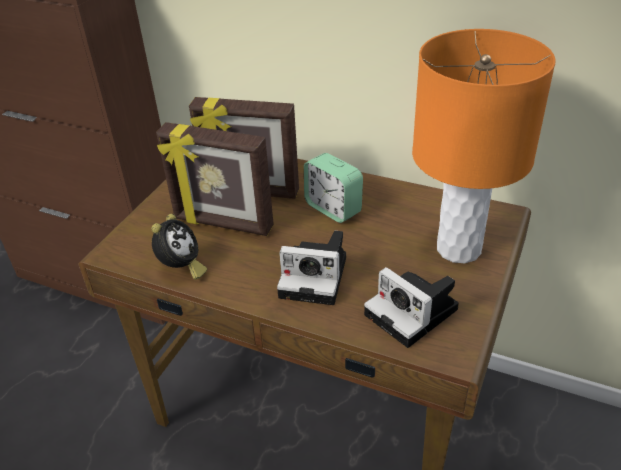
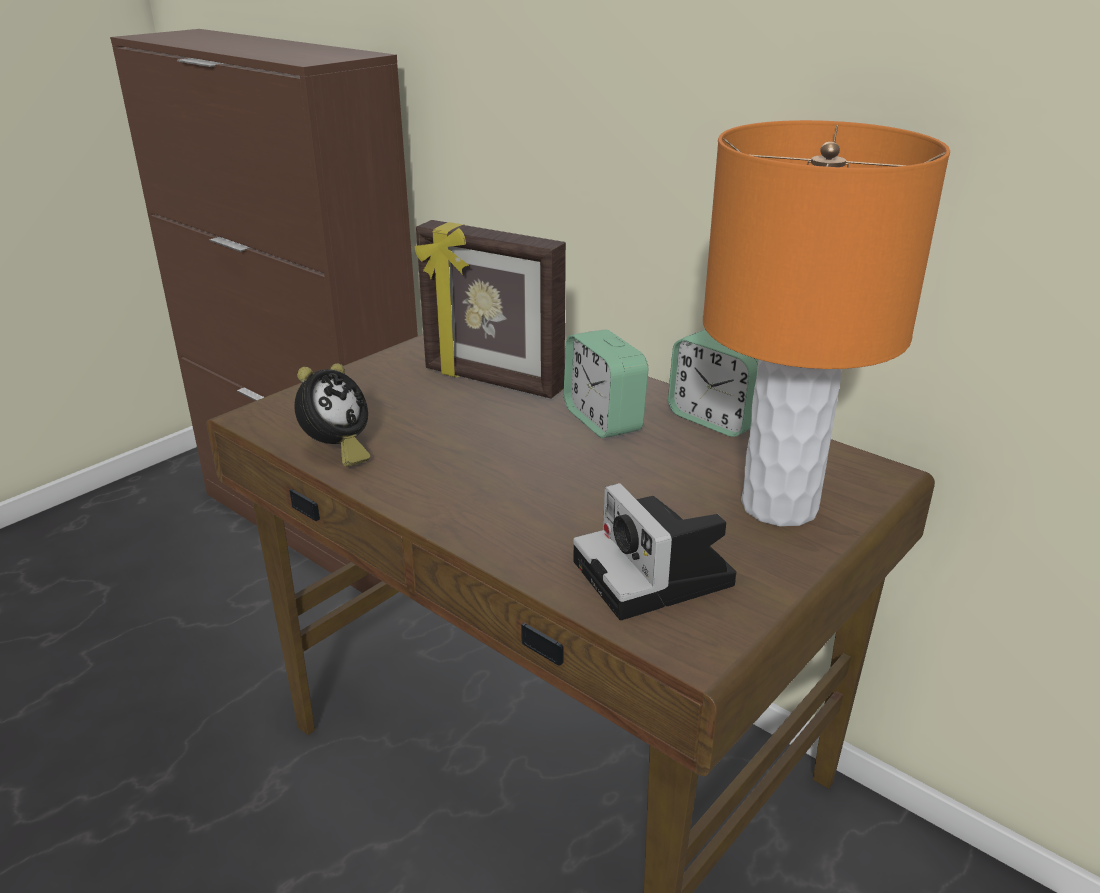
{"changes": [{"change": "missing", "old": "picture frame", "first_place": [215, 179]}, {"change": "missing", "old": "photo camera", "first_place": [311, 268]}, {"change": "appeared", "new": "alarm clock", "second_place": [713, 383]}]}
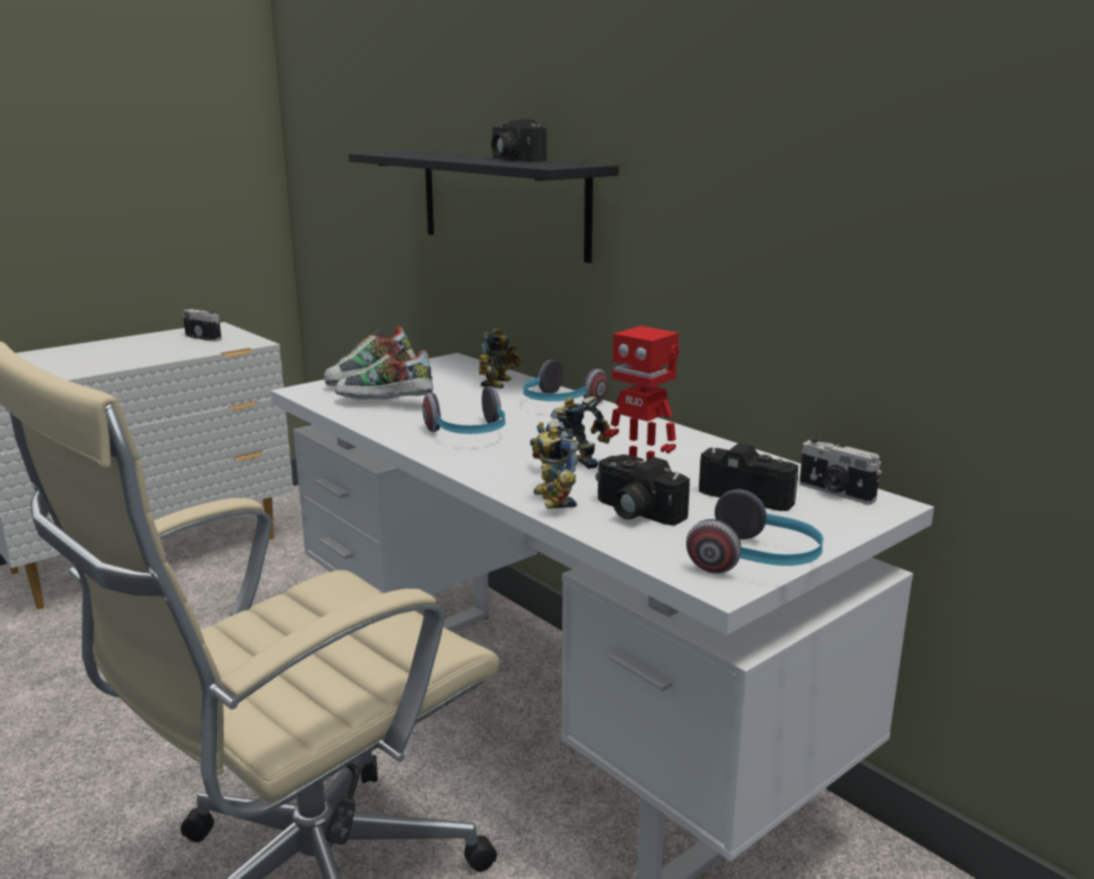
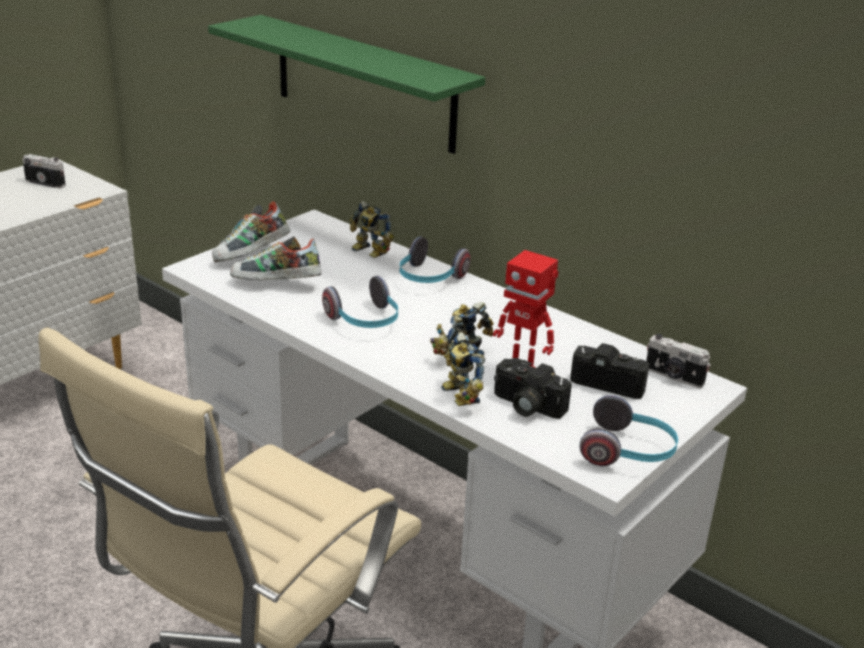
{"changes": [{"change": "missing", "old": "photo camera", "first_place": [518, 140]}, {"change": "colour", "old": "black shelf", "new": "green shelf", "first_place": [484, 207], "second_place": [346, 84]}, {"change": "spun", "old": "toy robot", "first_place": [500, 358], "second_place": [372, 229], "degrees": 120}]}
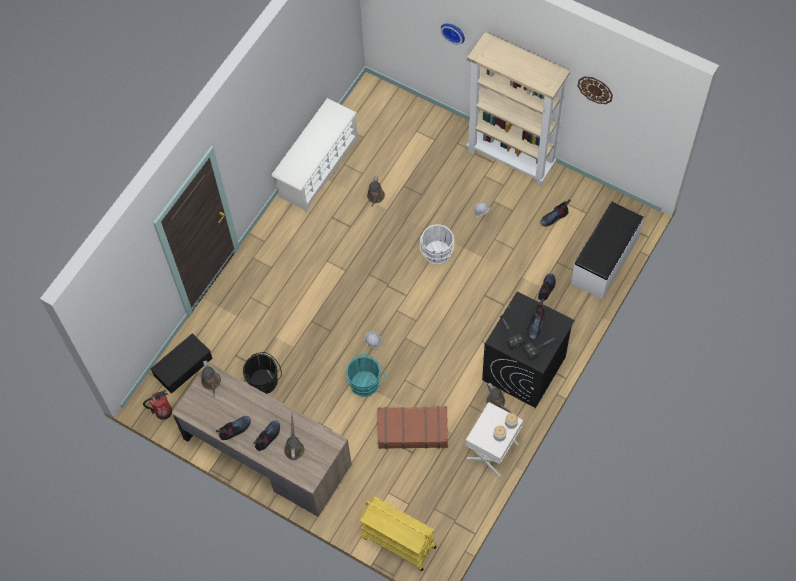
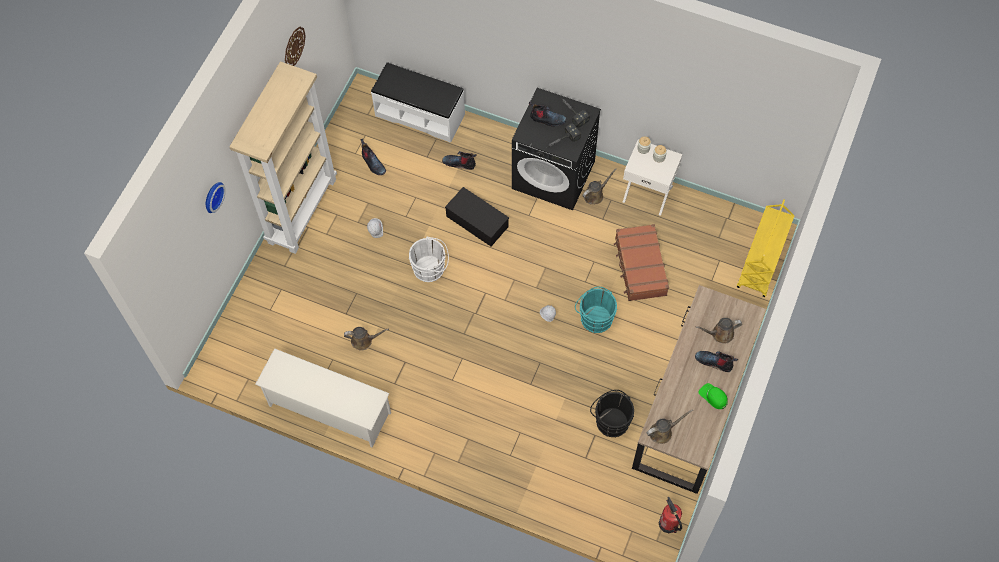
{"changes": [{"change": "relocated", "old": "black storage box", "first_place": [181, 363], "second_place": [477, 216]}, {"change": "exchanged", "old": "boot", "new": "green cap", "first_place": [233, 428], "second_place": [713, 396]}]}
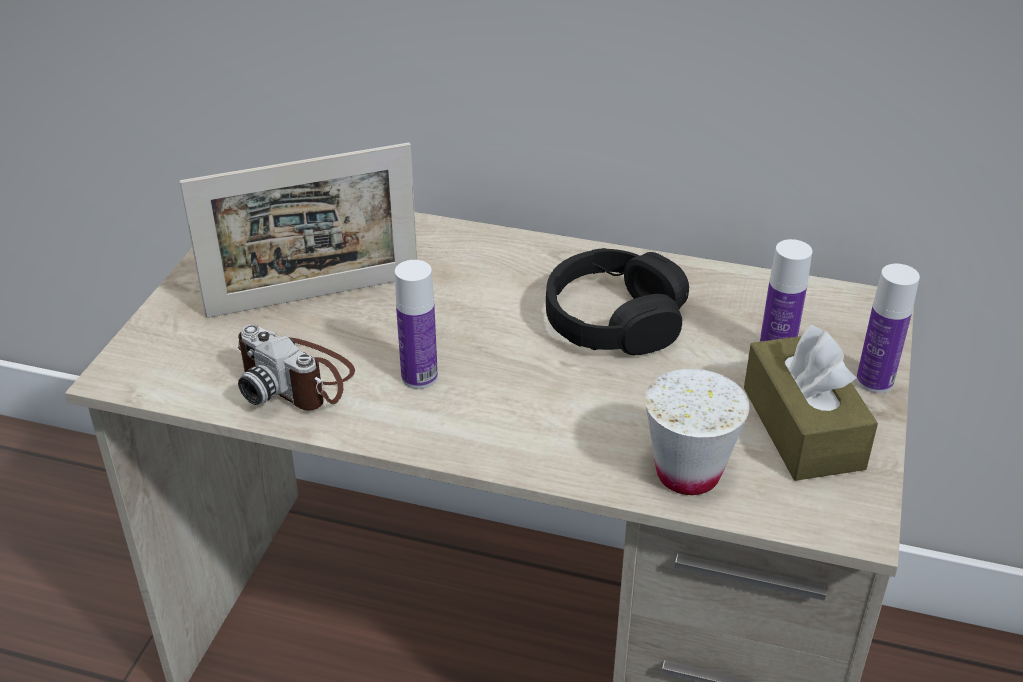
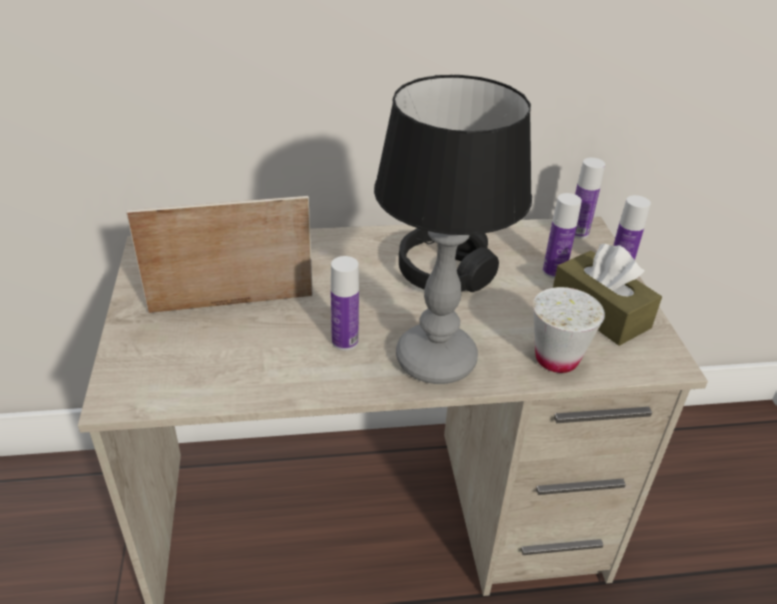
{"changes": [{"change": "missing", "old": "photo camera", "first_place": [296, 367]}, {"change": "appeared", "new": "table lamp", "second_place": [453, 229]}, {"change": "appeared", "new": "bottle", "second_place": [589, 198]}, {"change": "spun", "old": "picture frame", "first_place": [298, 230], "second_place": [219, 254], "degrees": -150}]}
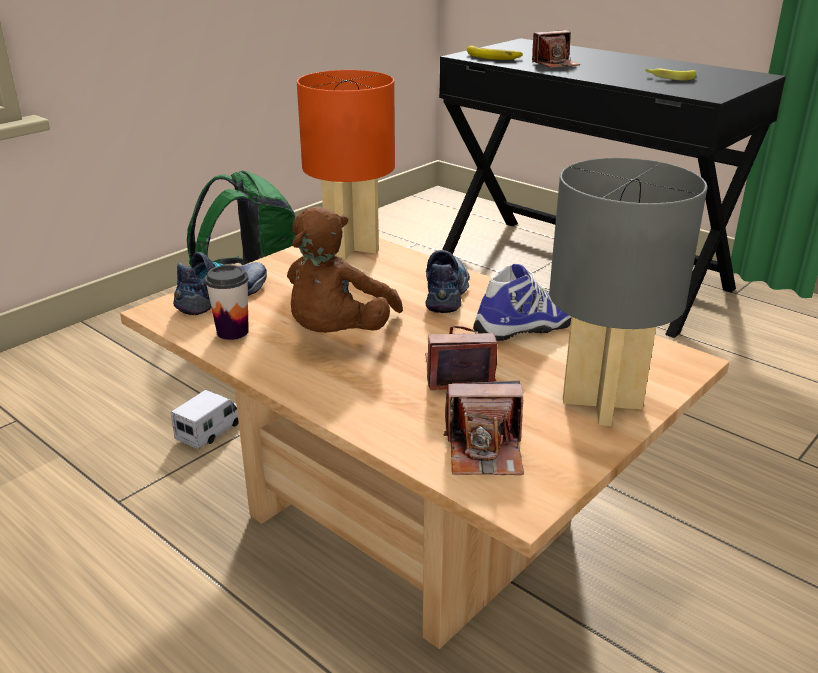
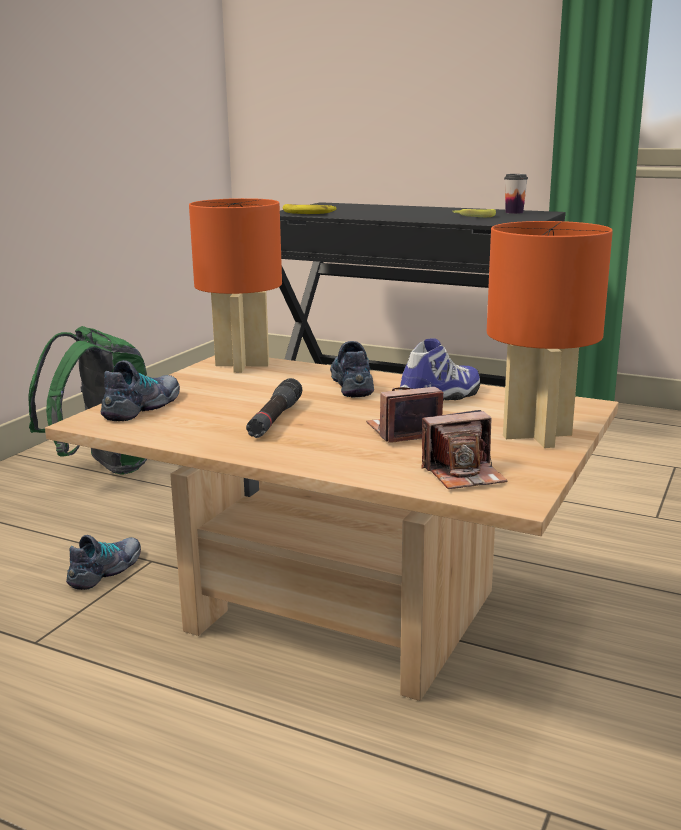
{"changes": [{"change": "missing", "old": "photo camera", "first_place": [556, 49]}, {"change": "relocated", "old": "cup", "first_place": [227, 302], "second_place": [516, 194]}, {"change": "exchanged", "old": "toy truck", "new": "shoe", "first_place": [205, 420], "second_place": [103, 562]}, {"change": "exchanged", "old": "brown plush toy", "new": "black flashlight", "first_place": [345, 269], "second_place": [274, 408]}, {"change": "colour", "old": "grey table lamp", "new": "orange table lamp", "first_place": [628, 292], "second_place": [550, 334]}]}
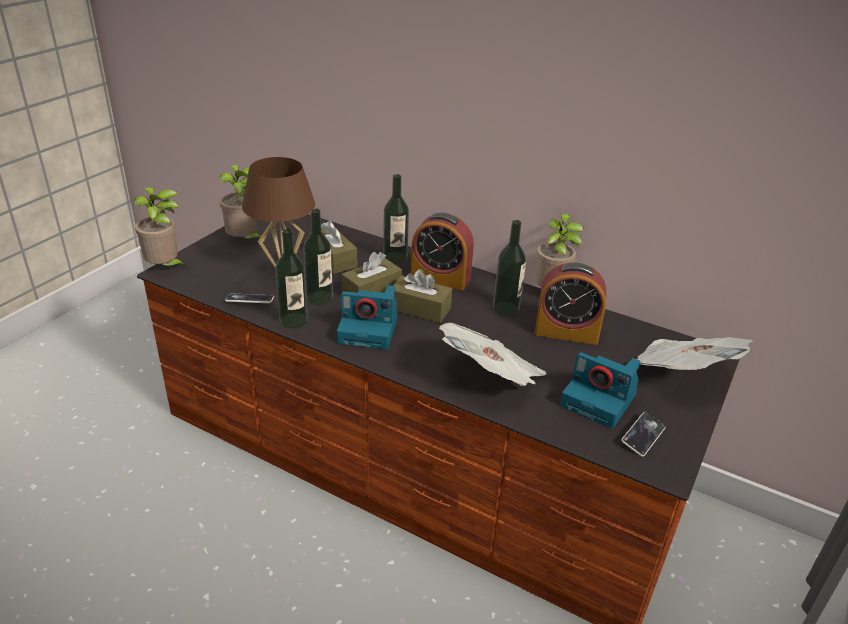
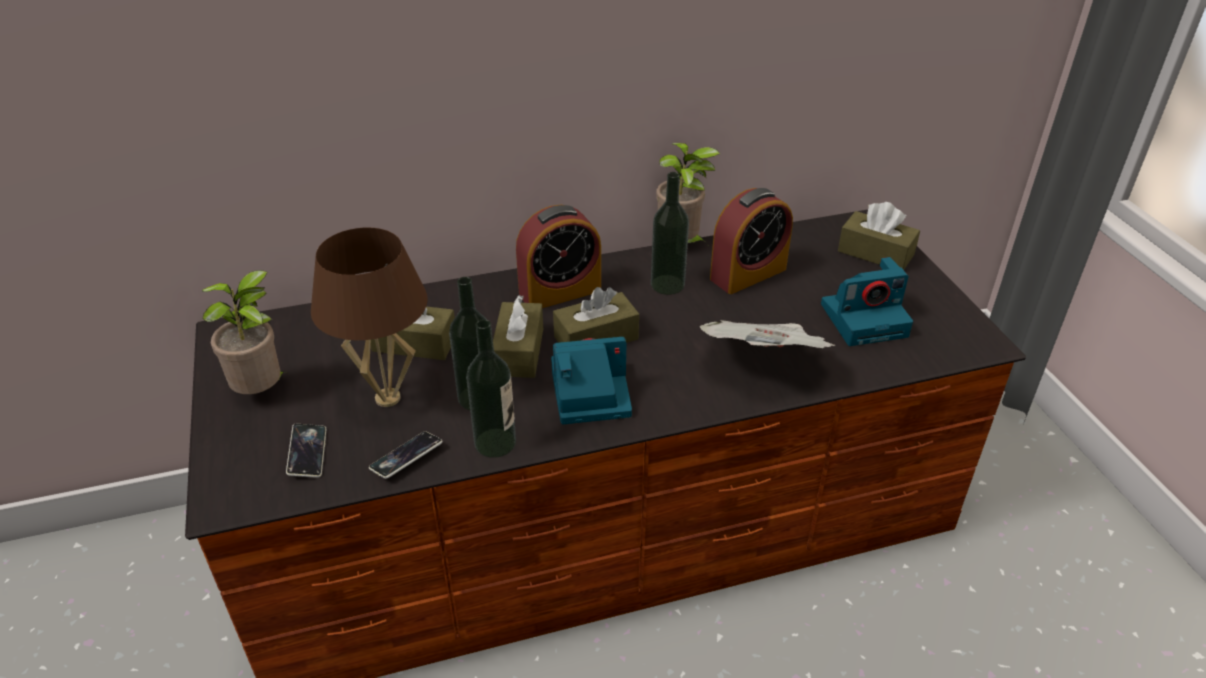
{"changes": [{"change": "missing", "old": "potted plant", "first_place": [160, 227]}, {"change": "missing", "old": "bottle", "first_place": [396, 219]}, {"change": "relocated", "old": "phone", "first_place": [643, 434], "second_place": [306, 451]}, {"change": "exchanged", "old": "newspaper", "new": "brown tissue box", "first_place": [695, 353], "second_place": [879, 236]}, {"change": "spun", "old": "photo camera", "first_place": [367, 317], "second_place": [591, 380], "degrees": -150}]}
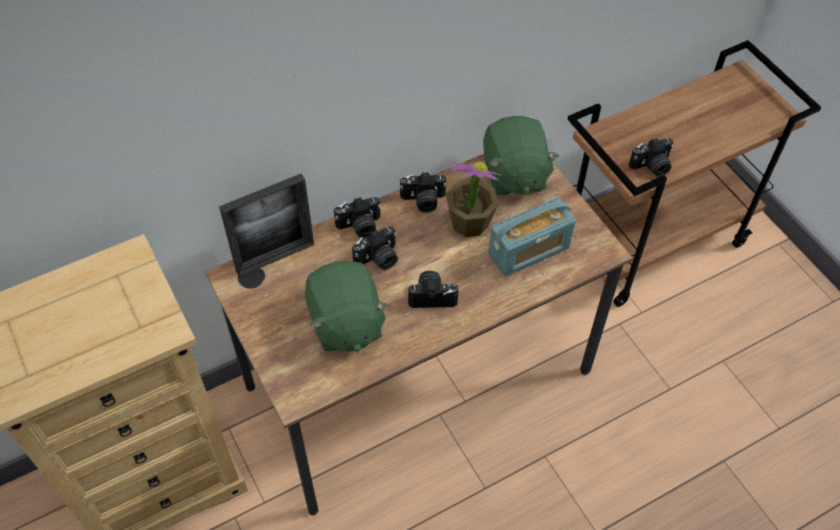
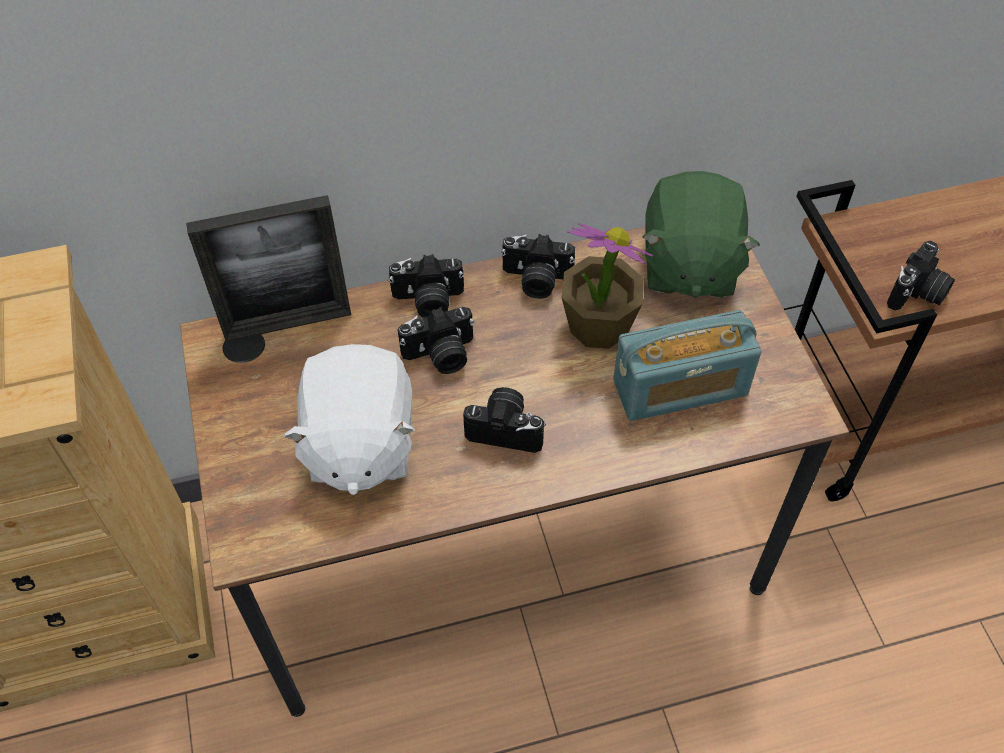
{"changes": [{"change": "colour", "old": "green plush toy", "new": "white plush toy", "first_place": [347, 306], "second_place": [349, 419]}, {"change": "spun", "old": "photo camera", "first_place": [651, 157], "second_place": [921, 276], "degrees": -45}]}
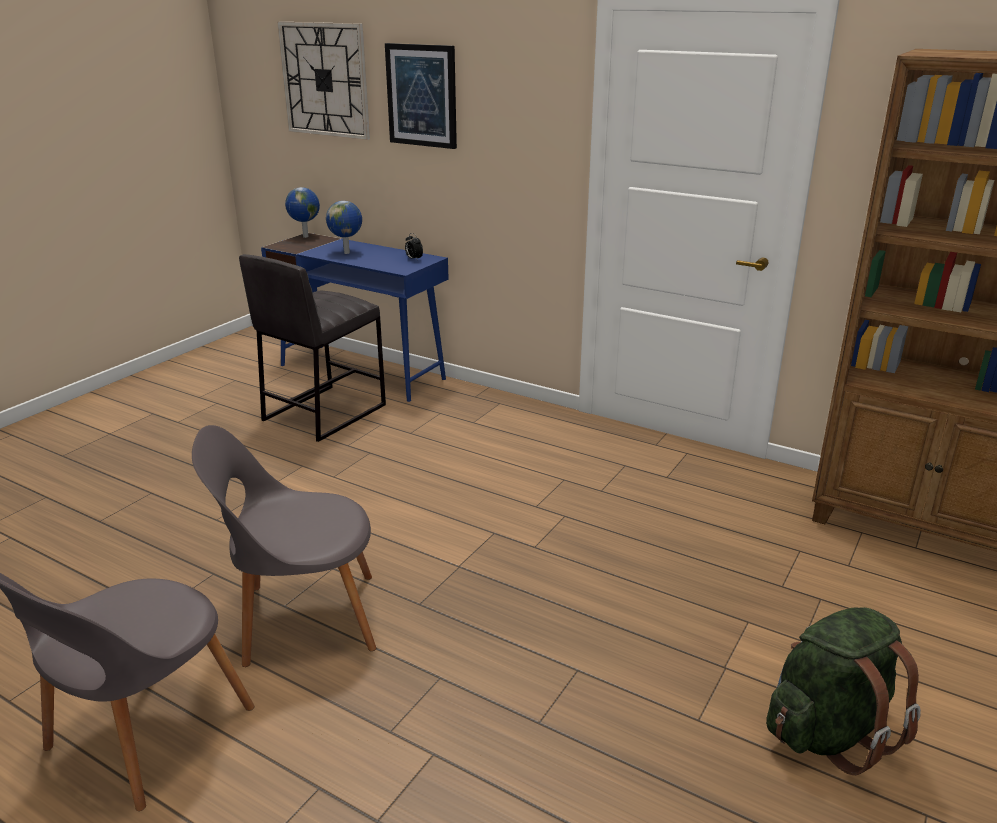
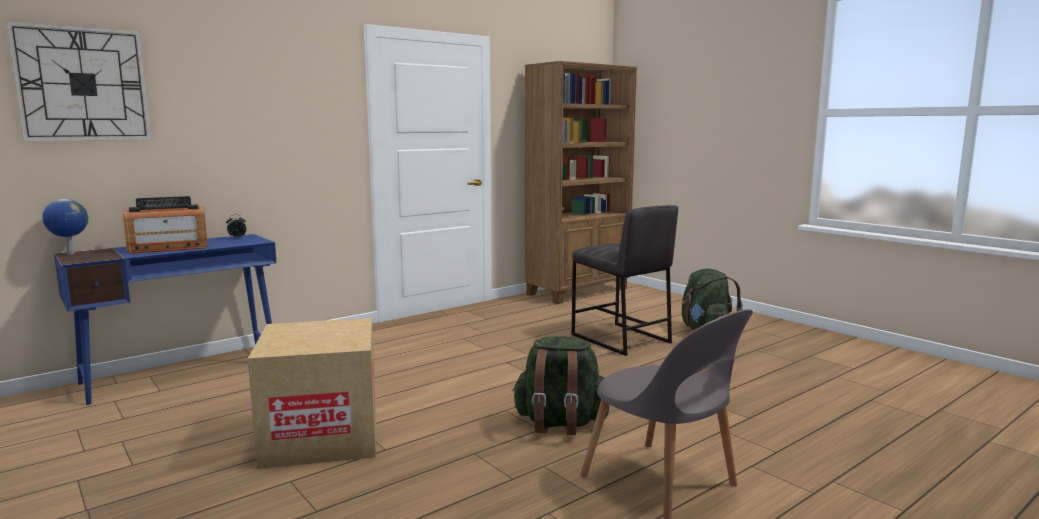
{"changes": [{"change": "missing", "old": "picture", "first_place": [421, 96]}, {"change": "appeared", "new": "cardboard box", "second_place": [312, 393]}, {"change": "relocated", "old": "grey stool", "first_place": [312, 348], "second_place": [625, 280]}, {"change": "exchanged", "old": "grey chair", "new": "green backpack", "first_place": [284, 546], "second_place": [560, 385]}, {"change": "exchanged", "old": "globe", "new": "radio", "first_place": [344, 227], "second_place": [165, 225]}]}
